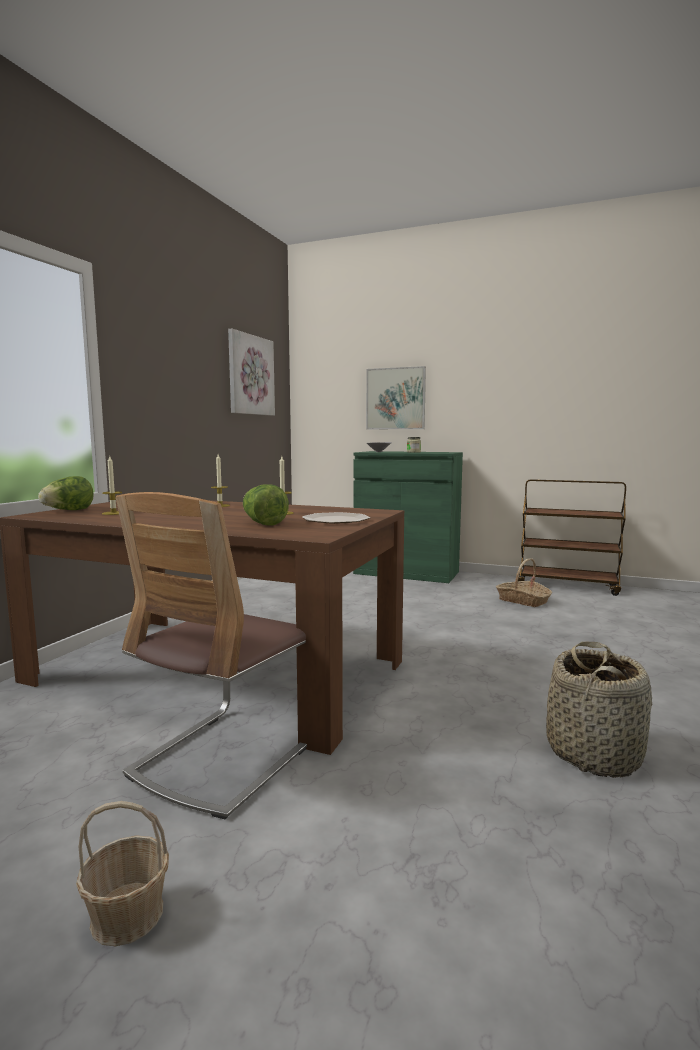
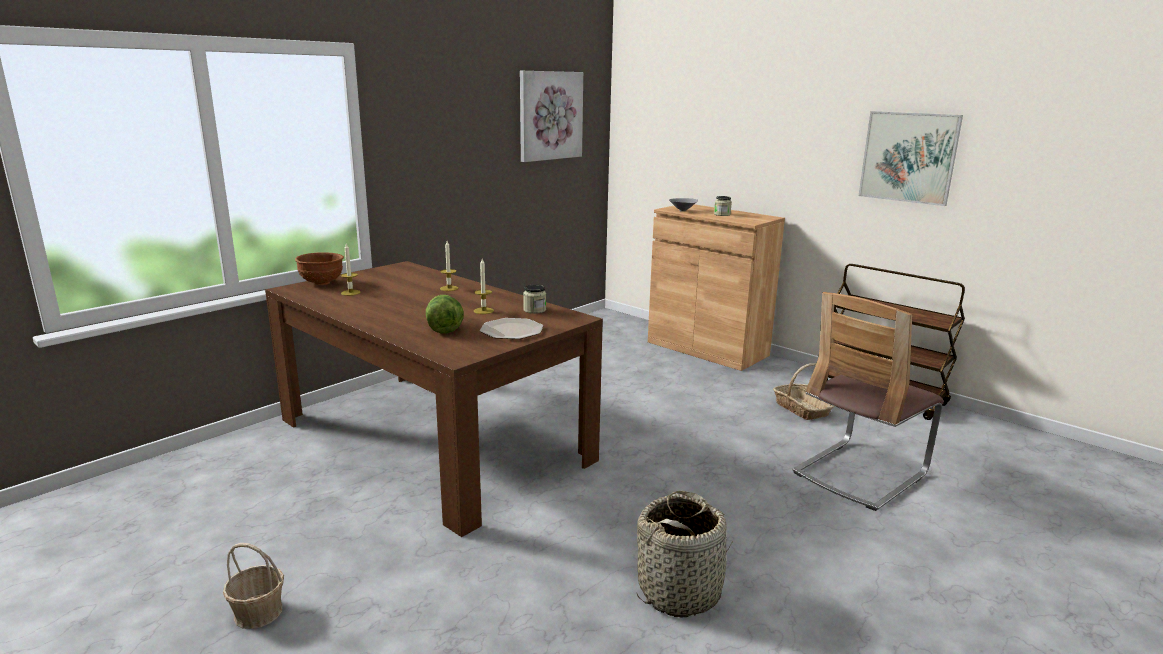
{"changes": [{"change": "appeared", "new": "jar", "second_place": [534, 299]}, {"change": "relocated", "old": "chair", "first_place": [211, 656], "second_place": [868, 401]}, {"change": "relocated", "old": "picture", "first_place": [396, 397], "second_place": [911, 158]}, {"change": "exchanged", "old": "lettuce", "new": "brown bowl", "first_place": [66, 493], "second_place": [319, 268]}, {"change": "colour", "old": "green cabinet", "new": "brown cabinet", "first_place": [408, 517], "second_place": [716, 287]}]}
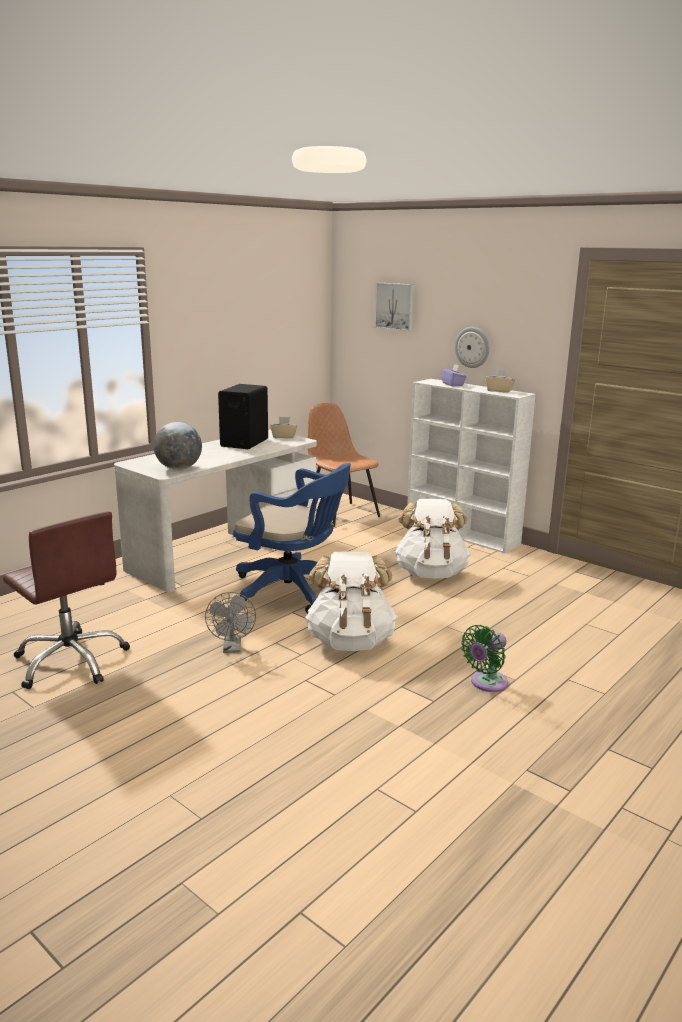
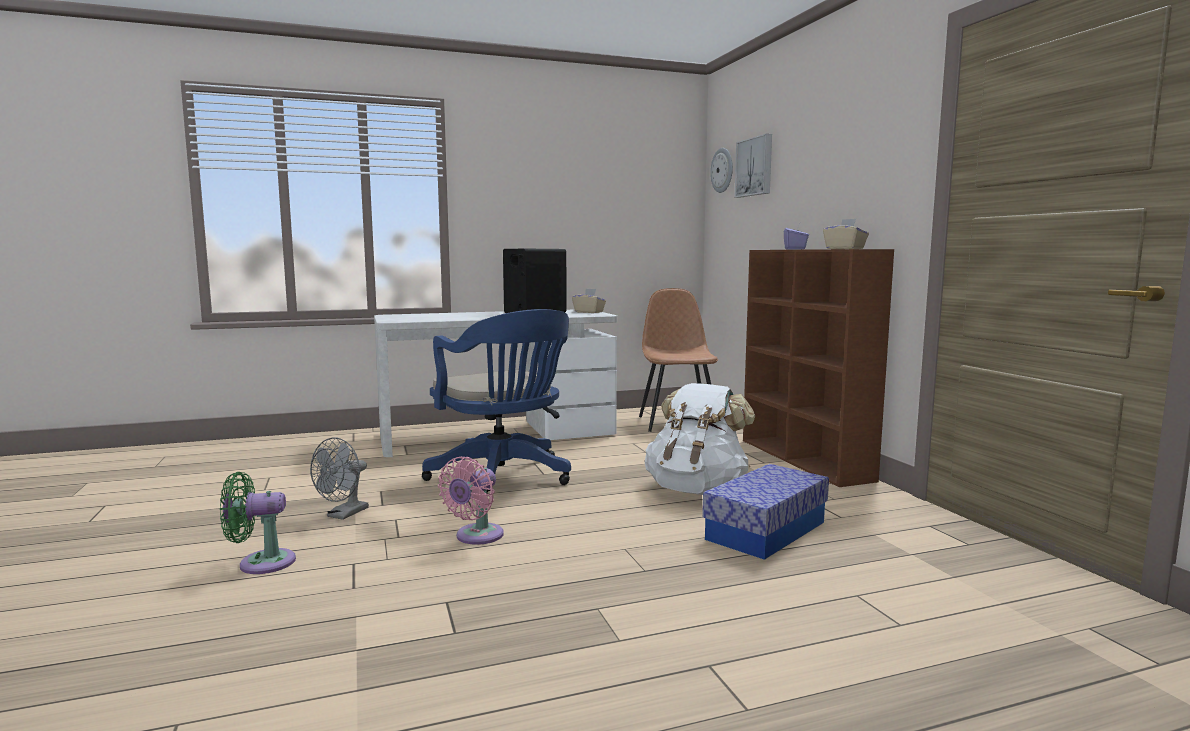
{"changes": [{"change": "missing", "old": "brown office chair", "first_place": [66, 600]}, {"change": "missing", "old": "globe", "first_place": [177, 446]}, {"change": "appeared", "new": "storage box", "second_place": [765, 512]}, {"change": "relocated", "old": "wall clock", "first_place": [472, 347], "second_place": [721, 170]}, {"change": "relocated", "old": "green fan", "first_place": [484, 658], "second_place": [258, 523]}, {"change": "exchanged", "old": "white backpack", "new": "pink fan", "first_place": [351, 601], "second_place": [471, 501]}, {"change": "colour", "old": "white bookcase", "new": "brown bookcase", "first_place": [471, 466], "second_place": [818, 368]}]}
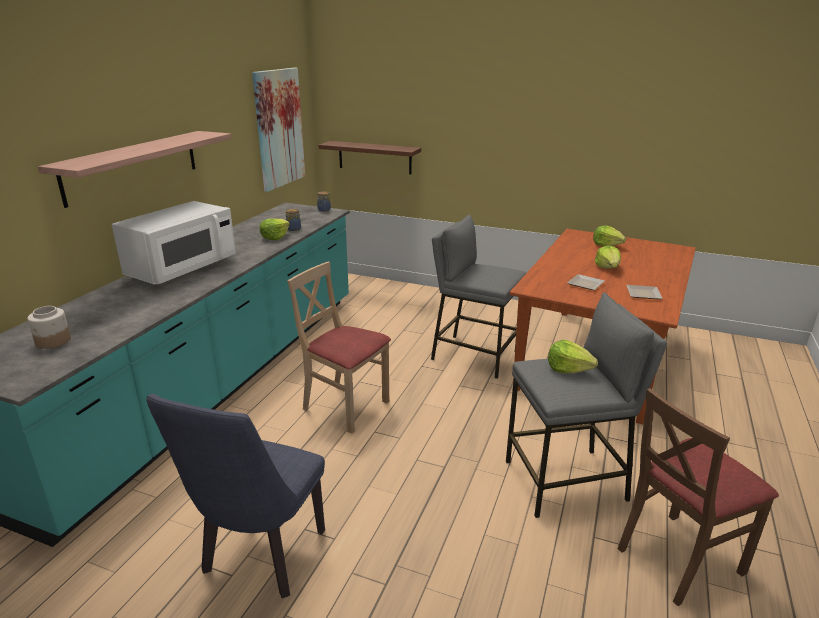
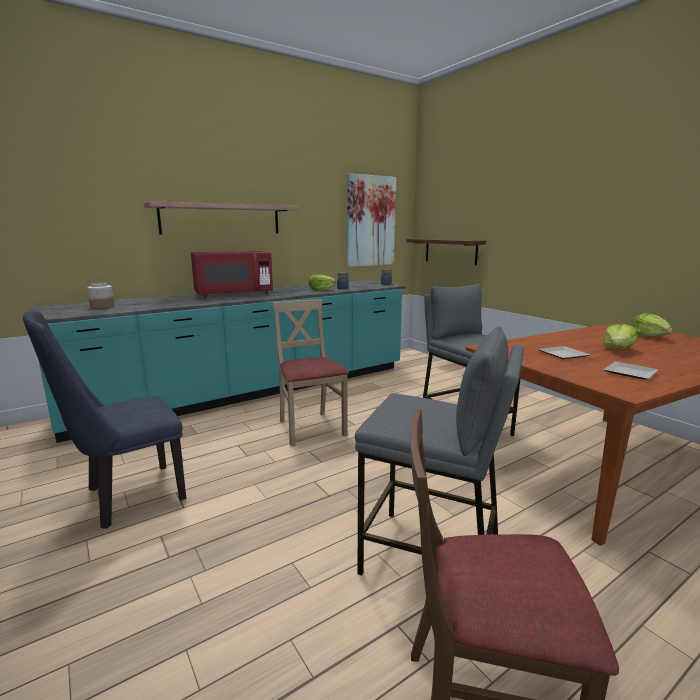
{"changes": [{"change": "missing", "old": "lettuce", "first_place": [573, 357]}, {"change": "colour", "old": "white microwave", "new": "red microwave", "first_place": [174, 242], "second_place": [232, 274]}]}
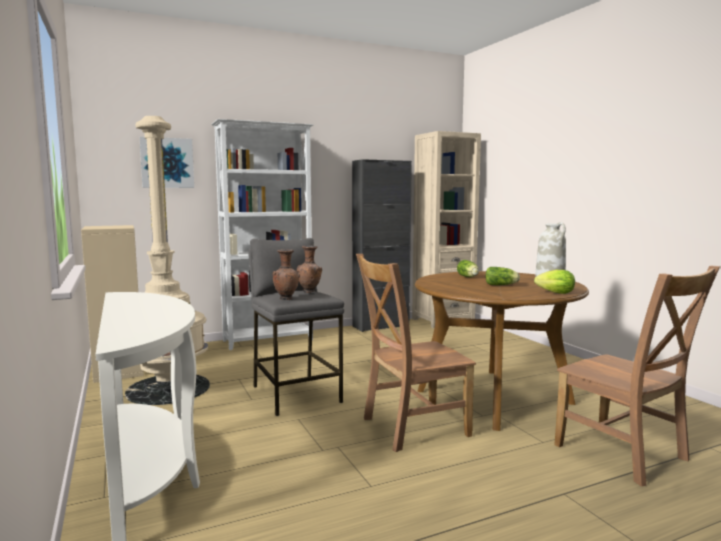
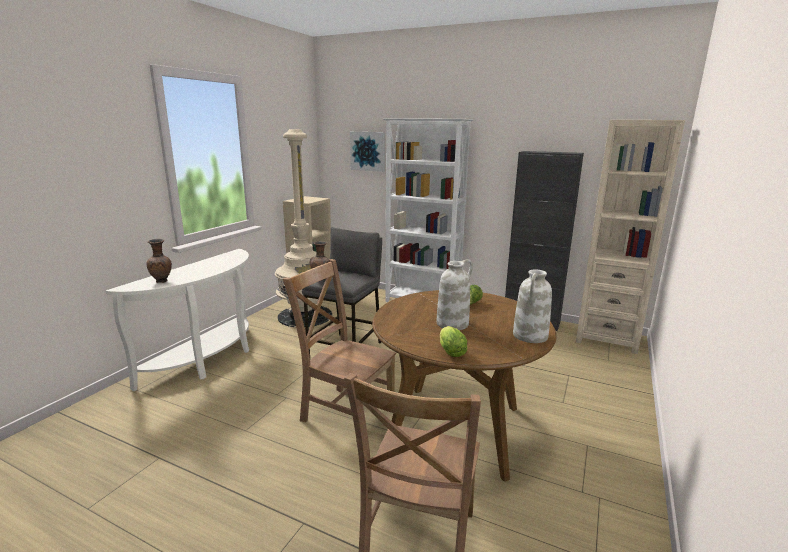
{"changes": [{"change": "relocated", "old": "brown vase", "first_place": [309, 269], "second_place": [159, 261]}, {"change": "exchanged", "old": "lettuce", "new": "white vase", "first_place": [502, 276], "second_place": [454, 294]}]}
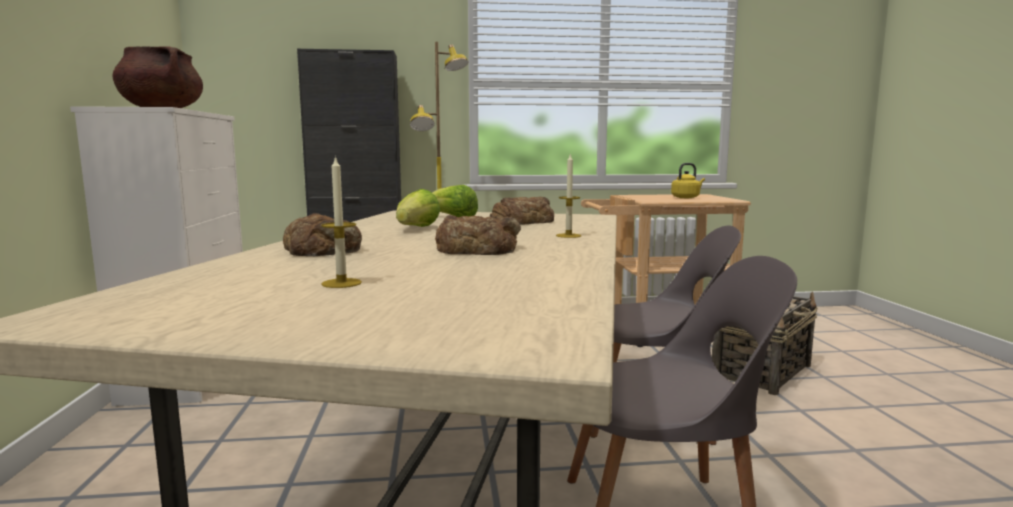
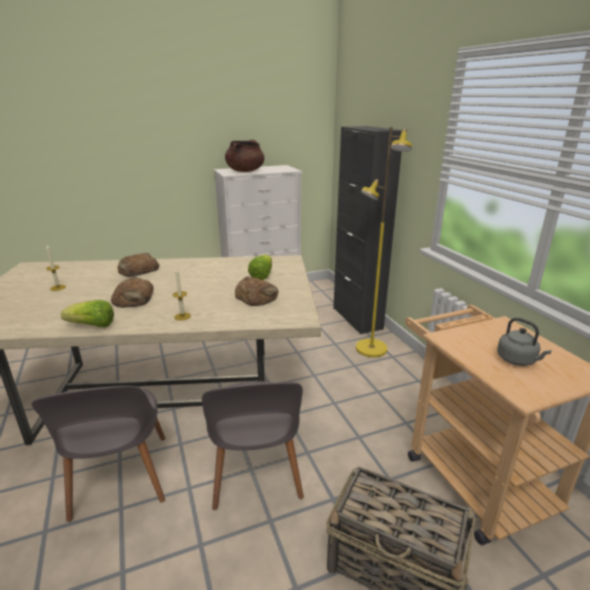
{"changes": [{"change": "relocated", "old": "lettuce", "first_place": [418, 208], "second_place": [87, 313]}, {"change": "colour", "old": "yellow kettle", "new": "grey kettle", "first_place": [688, 180], "second_place": [524, 342]}]}
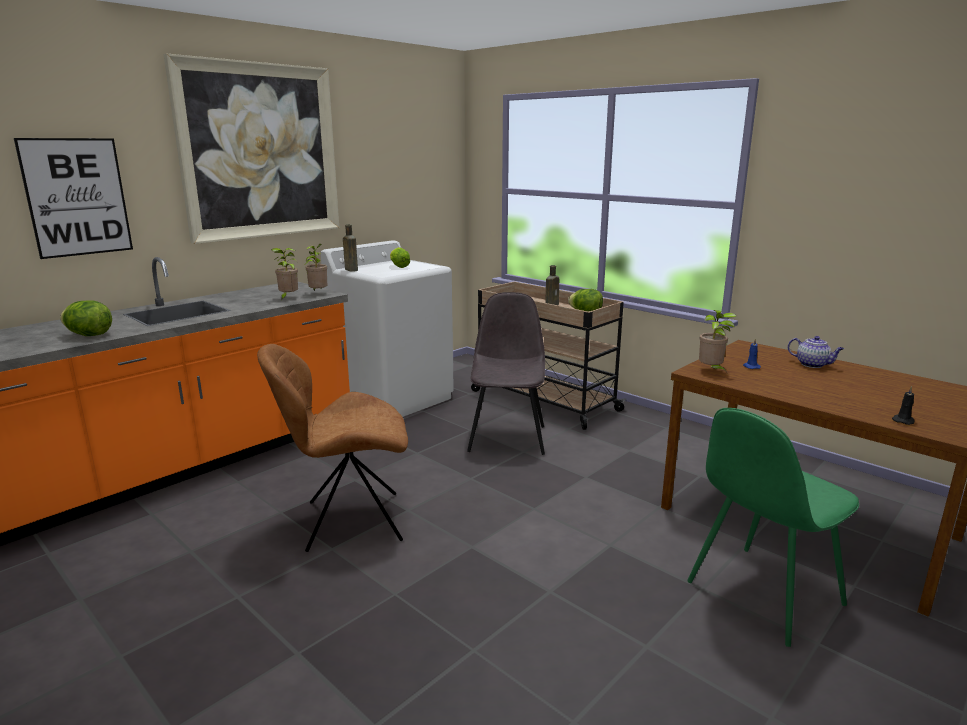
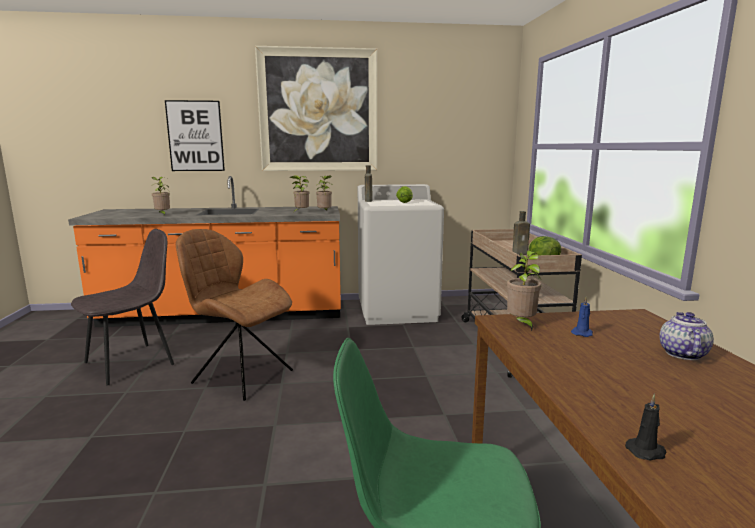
{"changes": [{"change": "relocated", "old": "grey chair", "first_place": [506, 373], "second_place": [122, 307]}, {"change": "exchanged", "old": "lettuce", "new": "potted plant", "first_place": [86, 318], "second_place": [160, 196]}, {"change": "spun", "old": "teapot", "first_place": [816, 352], "second_place": [686, 336], "degrees": -150}]}
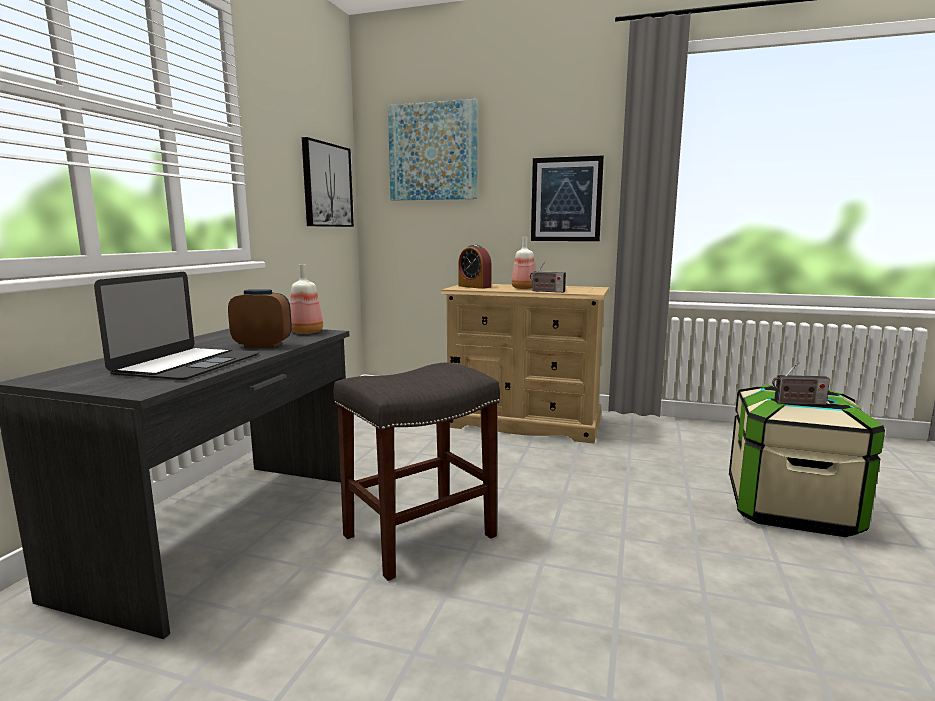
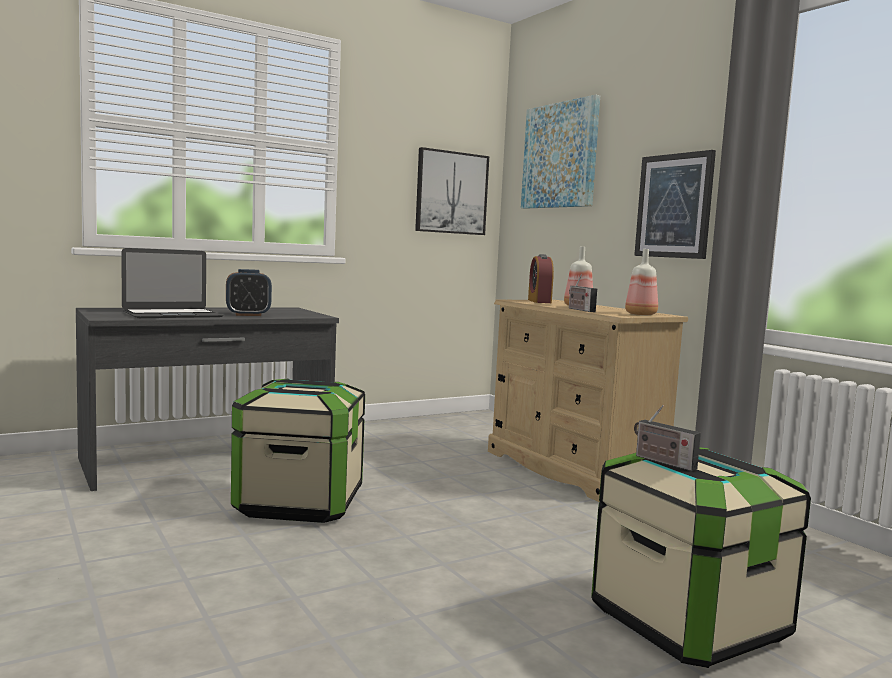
{"changes": [{"change": "relocated", "old": "bottle", "first_place": [306, 299], "second_place": [641, 282]}, {"change": "exchanged", "old": "grey stool", "new": "storage box", "first_place": [417, 472], "second_place": [298, 451]}, {"change": "spun", "old": "alarm clock", "first_place": [260, 318], "second_place": [249, 292], "degrees": 120}]}
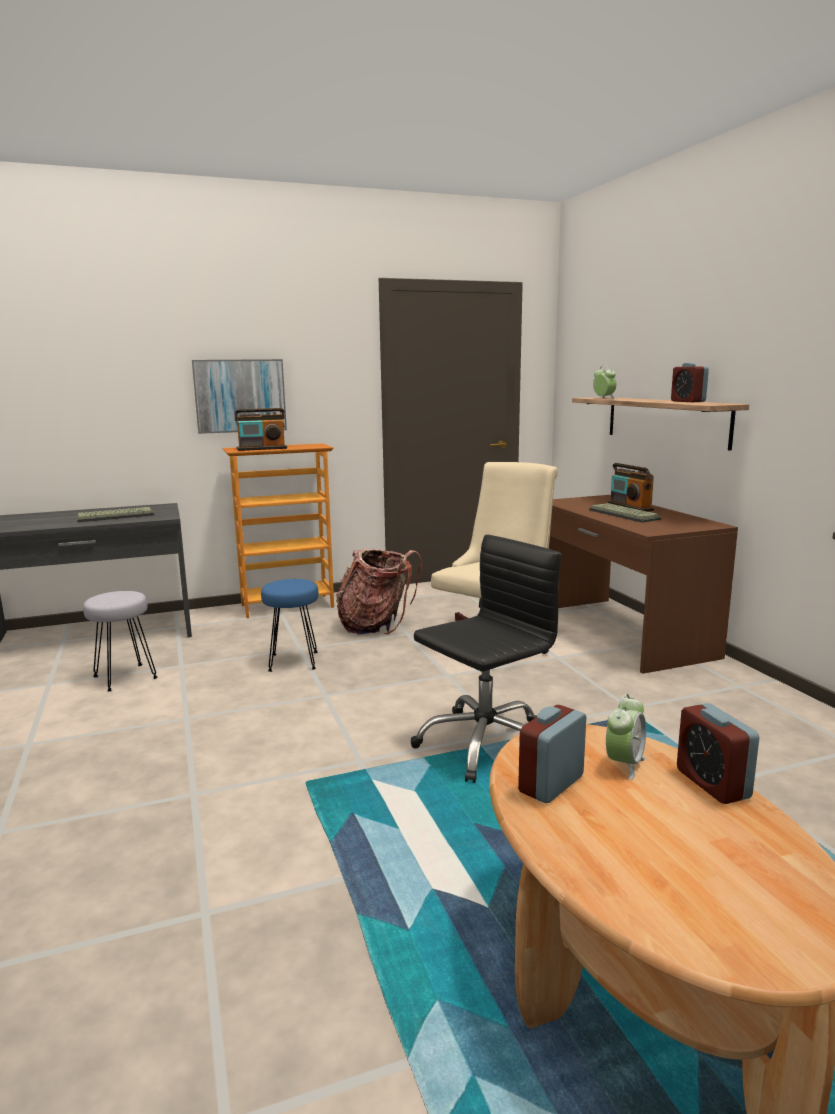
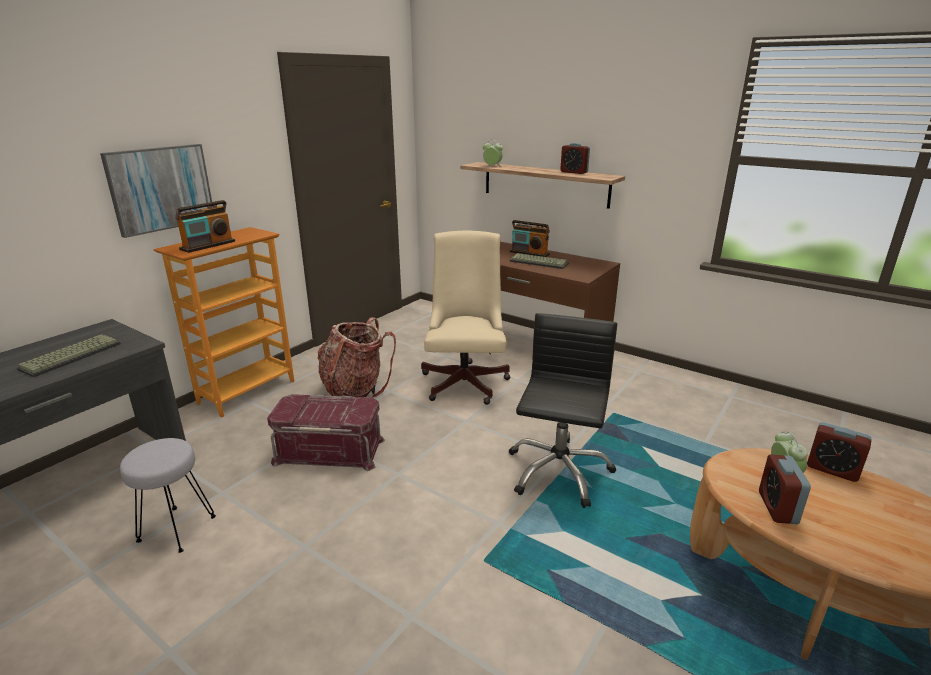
{"changes": [{"change": "exchanged", "old": "blue stool", "new": "red storage box", "first_place": [290, 625], "second_place": [326, 432]}]}
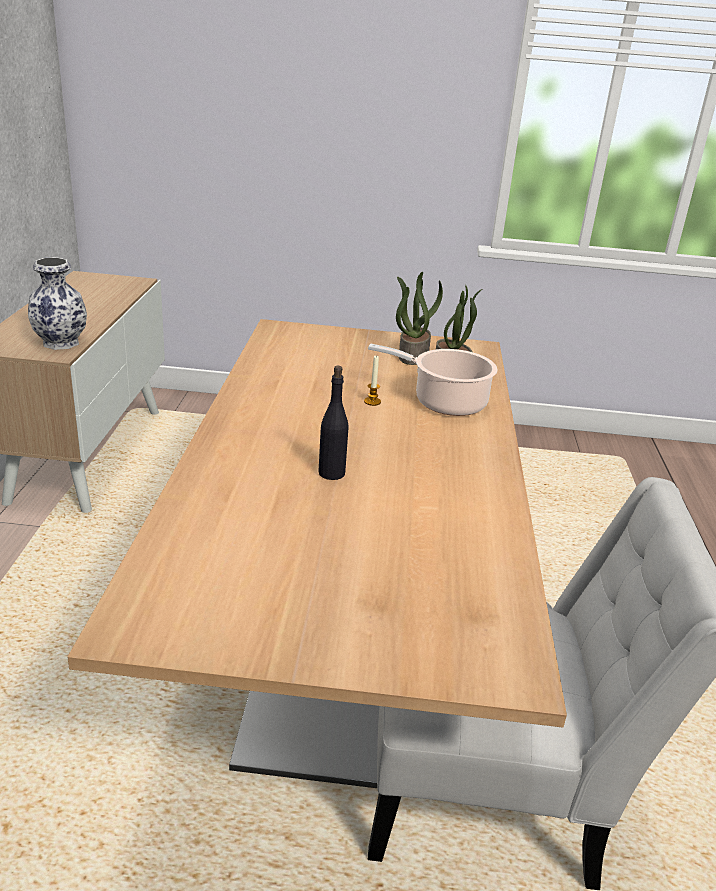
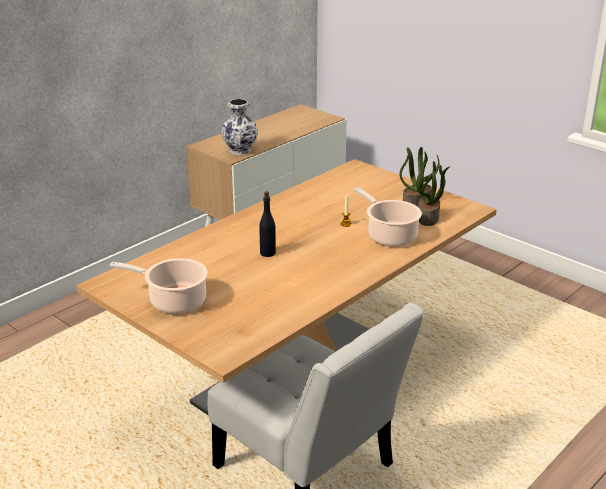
{"changes": [{"change": "appeared", "new": "cooking pot", "second_place": [159, 286]}]}
